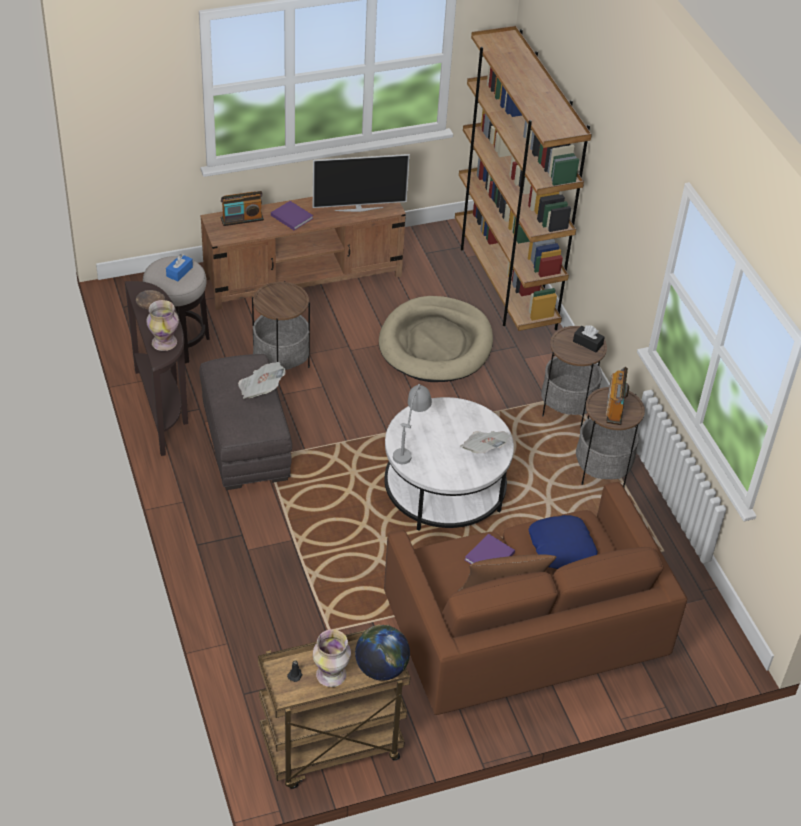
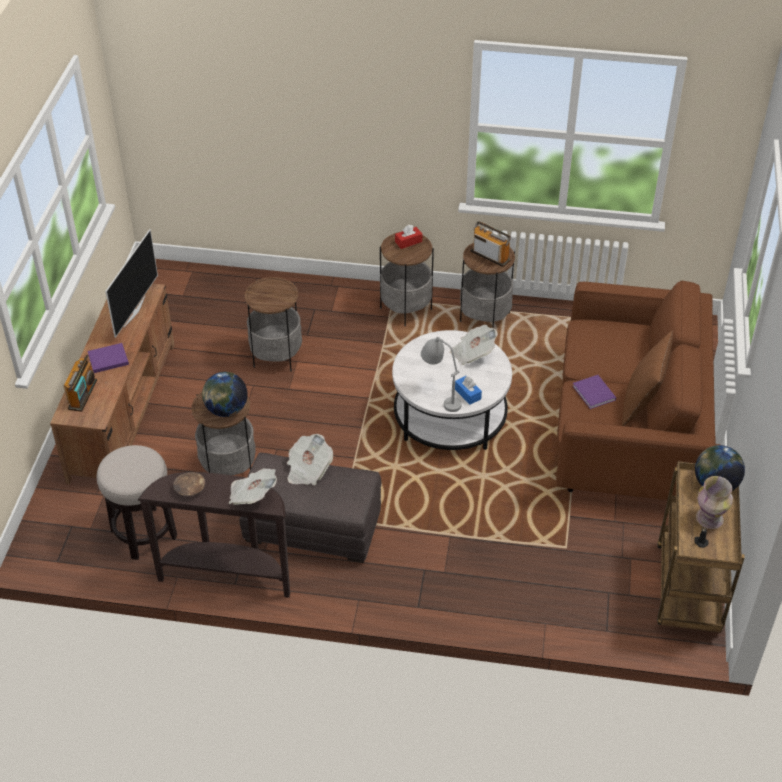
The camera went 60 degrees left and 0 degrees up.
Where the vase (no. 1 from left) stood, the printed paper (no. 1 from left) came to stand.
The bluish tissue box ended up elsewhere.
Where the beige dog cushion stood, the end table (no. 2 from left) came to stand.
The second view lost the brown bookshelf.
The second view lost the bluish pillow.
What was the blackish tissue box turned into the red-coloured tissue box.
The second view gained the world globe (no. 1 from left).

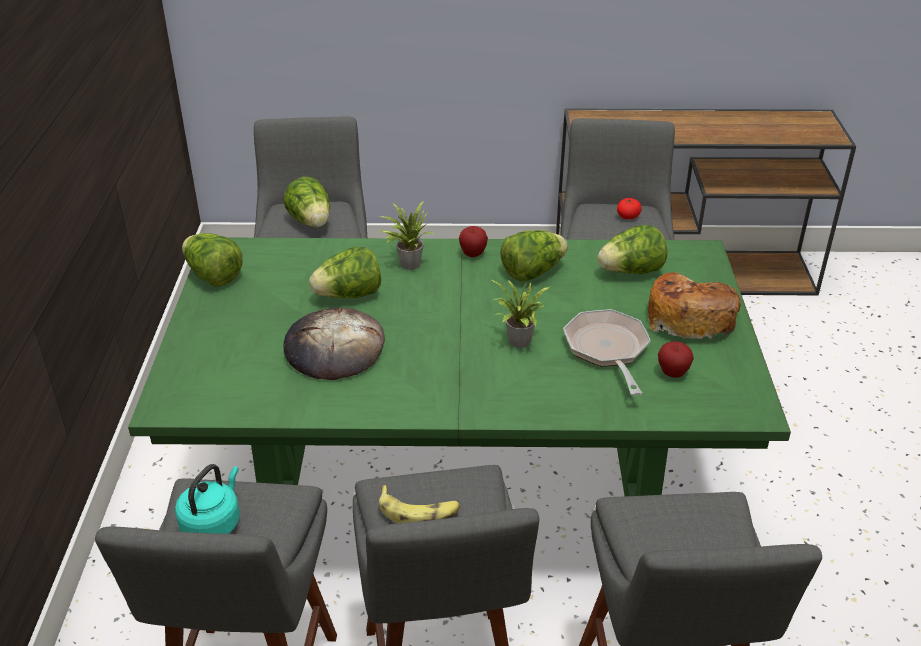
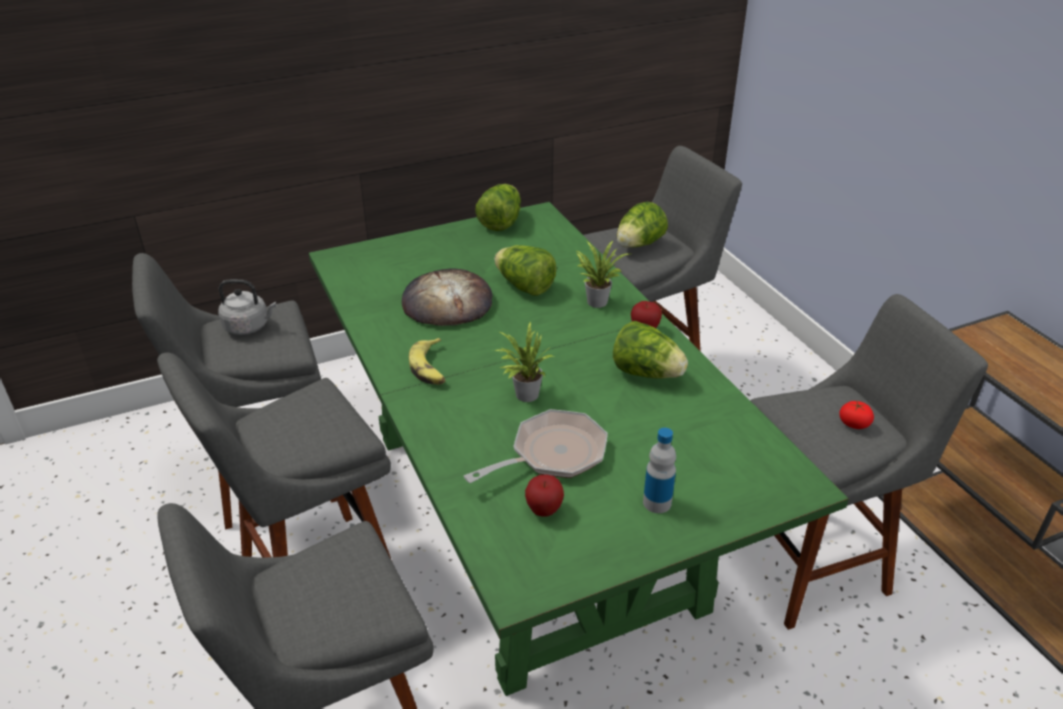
The camera went 65 degrees right and 0 degrees up.
What was the turquoise water kettle turned into the grey water kettle.
The banana fruit ended up elsewhere.
The second view lost the lettuce head (no. 5 from left).
Where the bread (no. 2 from left) stood, the bottle came to stand.

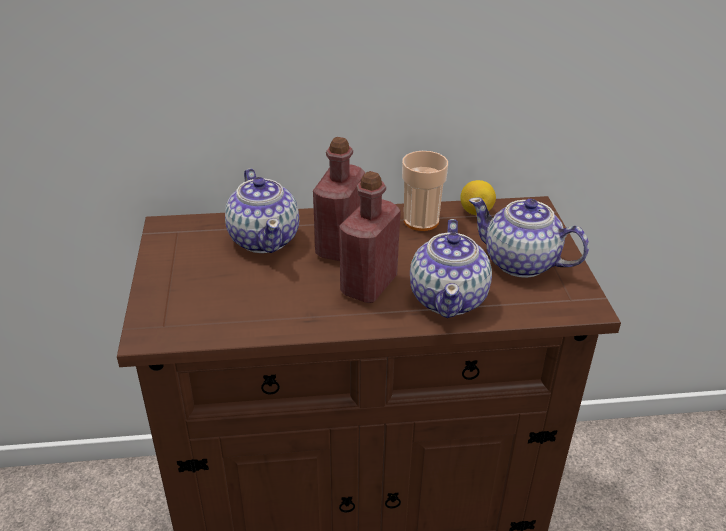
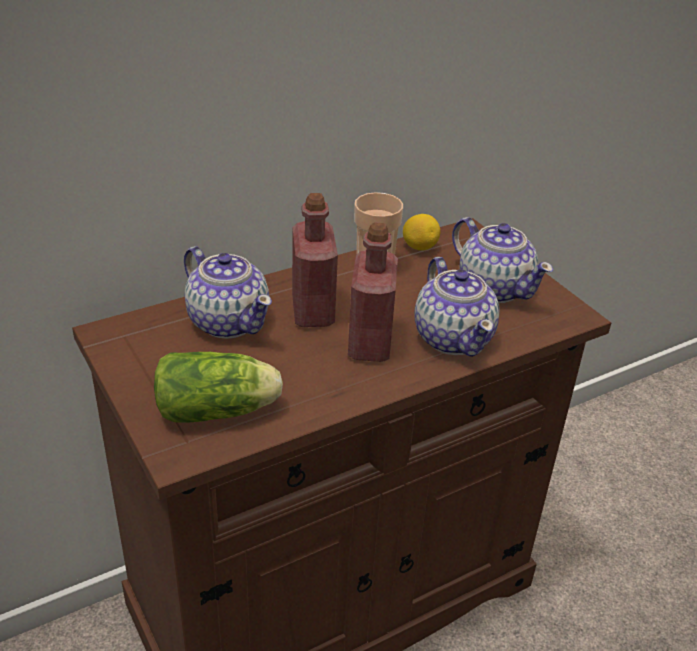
The camera went 25 degrees left and 0 degrees up.
The pot for tea (no. 3 from left) ended up facing another way, 135 degrees counterclockwise from before.
The second view gained the lettuce head.

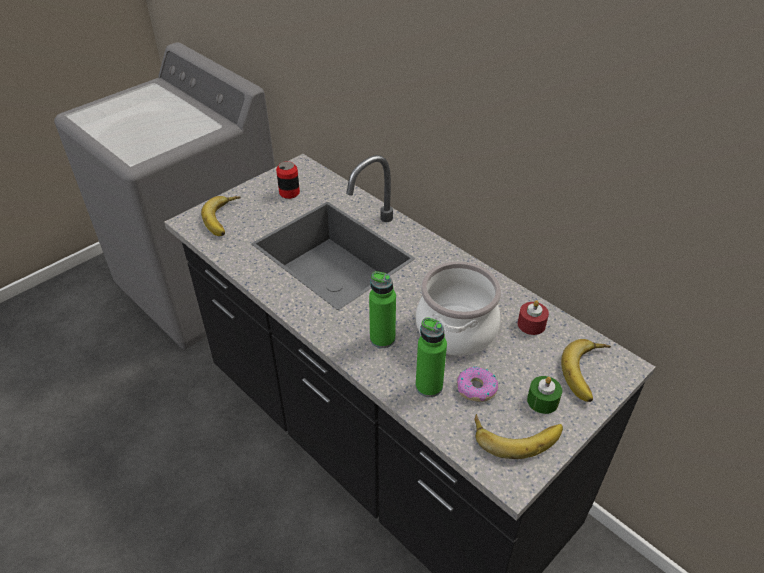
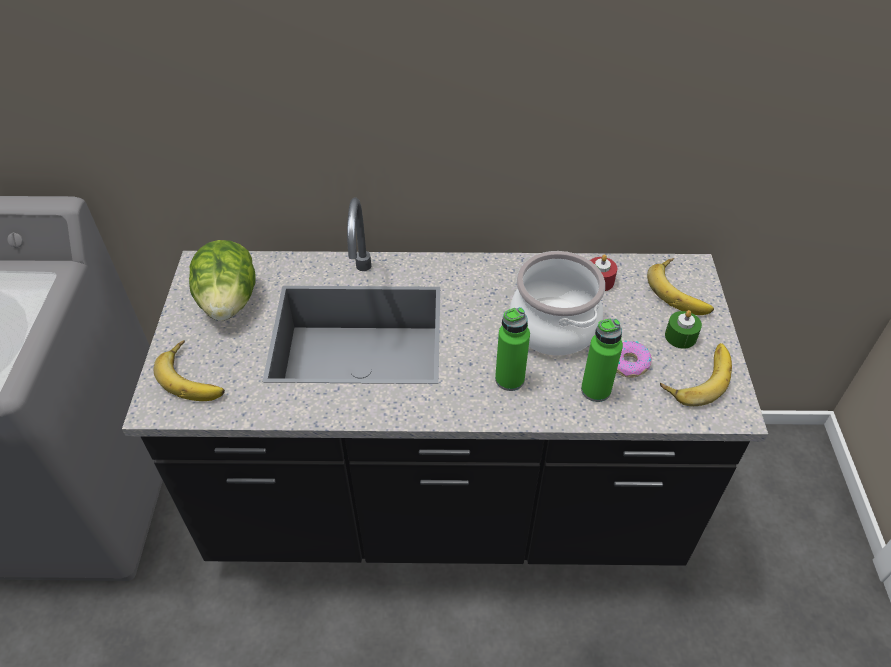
The camera went 45 degrees left and 5 degrees up.
Where the metal can stood, the lettuce head came to stand.

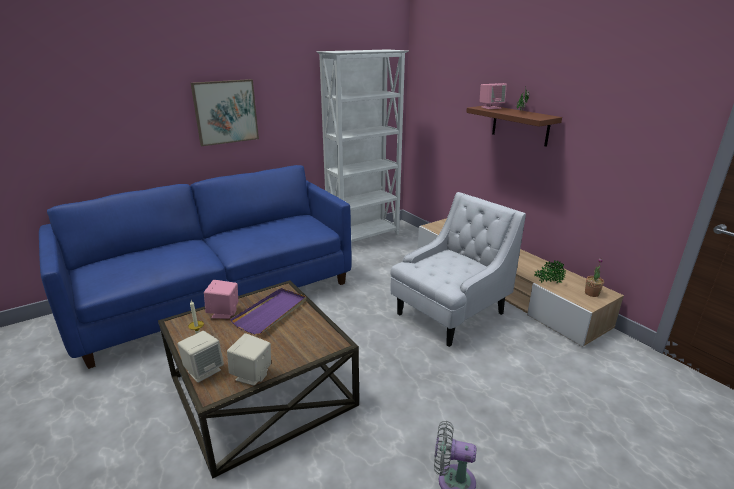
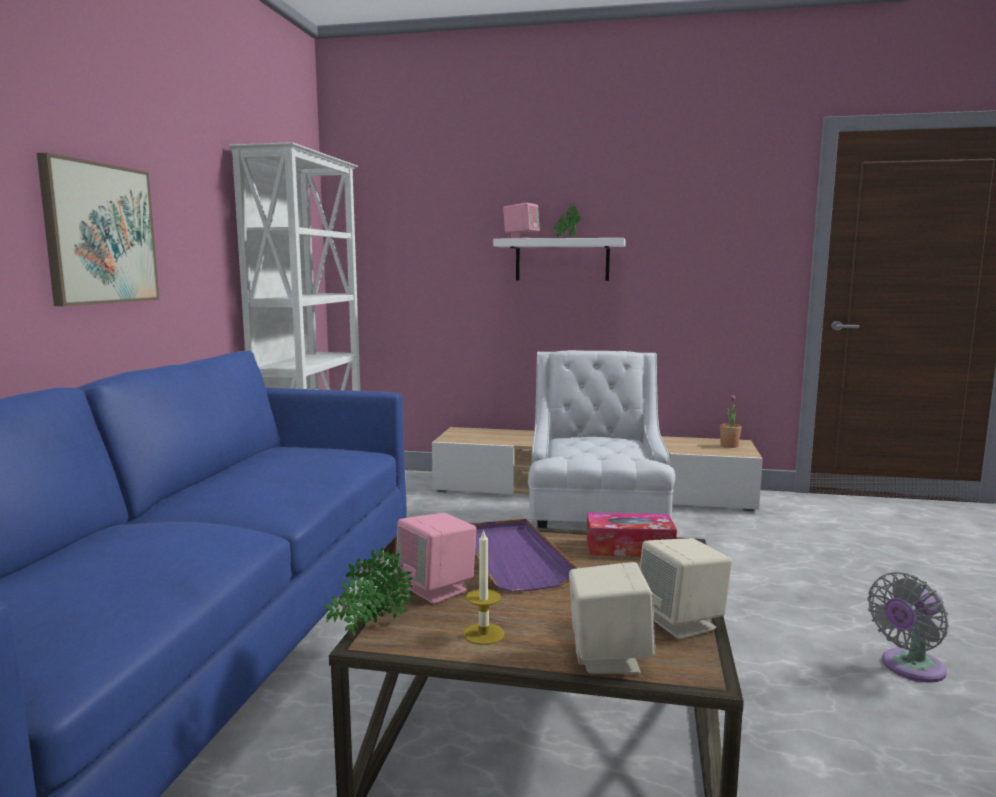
The camera went 45 degrees left and 15 degrees down.
What was the brown bracket shelf turned into the white-coloured bracket shelf.
The houseplant (no. 2 from left in the first image) ended up elsewhere.
The second view gained the tissue box.

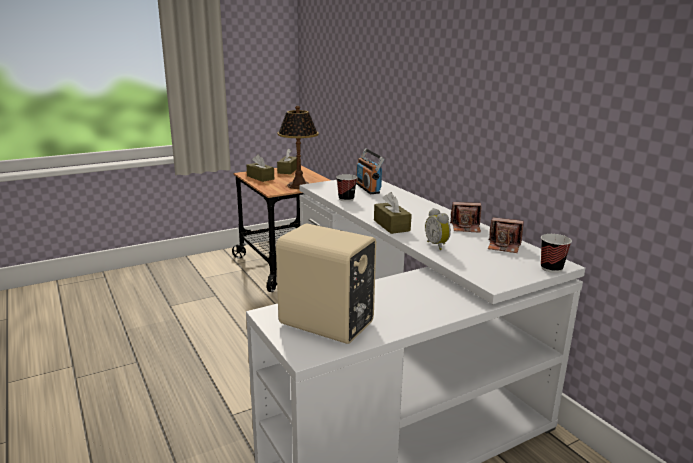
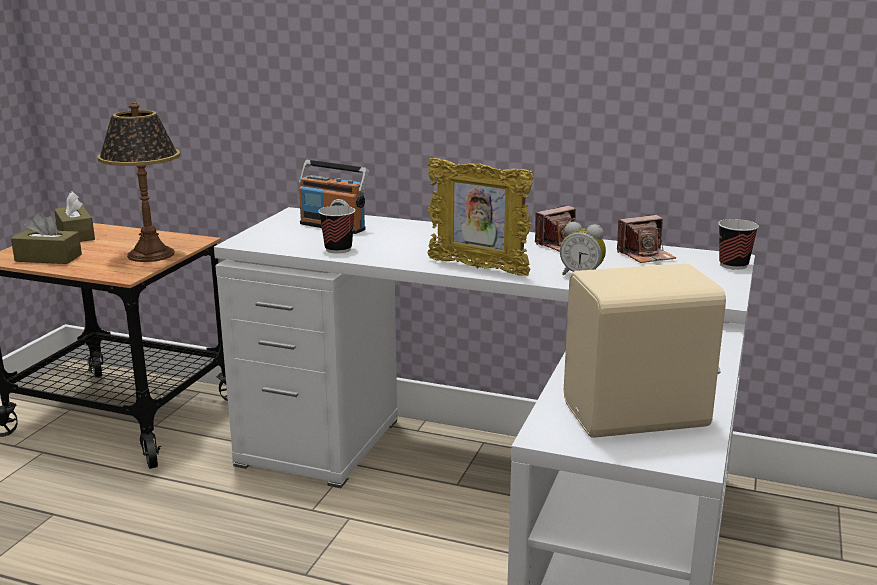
The camera went 40 degrees left and 0 degrees up.
Where the brown tissue box (no. 3 from left) stood, the picture frame came to stand.

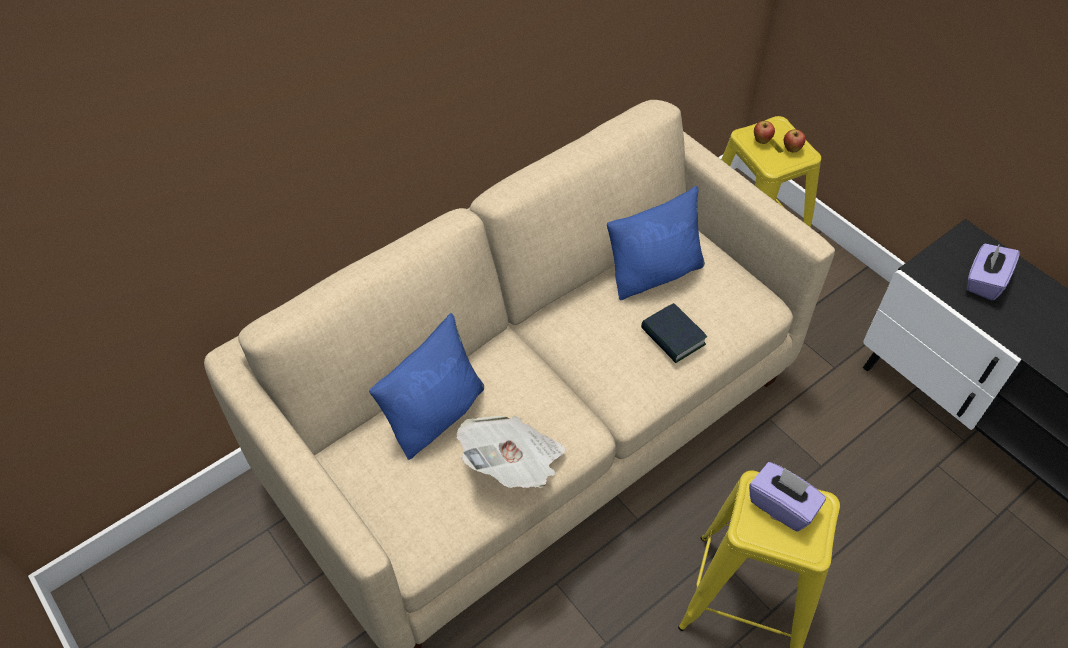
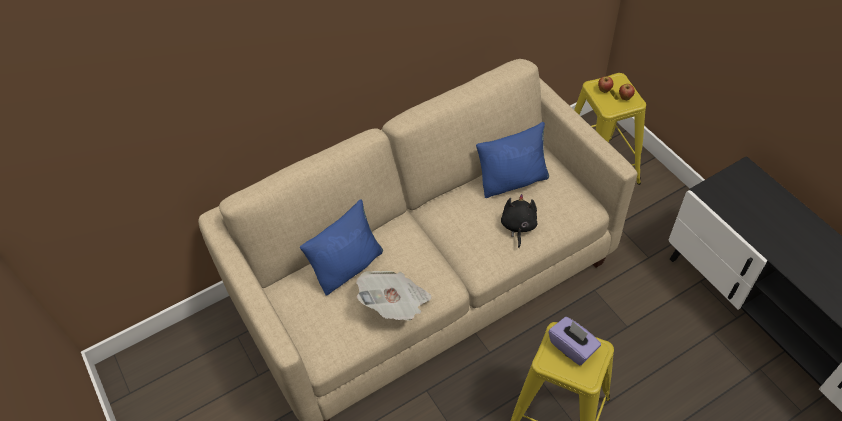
The camera went 10 degrees right and 0 degrees up.
Where the volume stood, the blackish cuddly toy came to stand.
The second view lost the purplish tissue box (no. 2 from left).

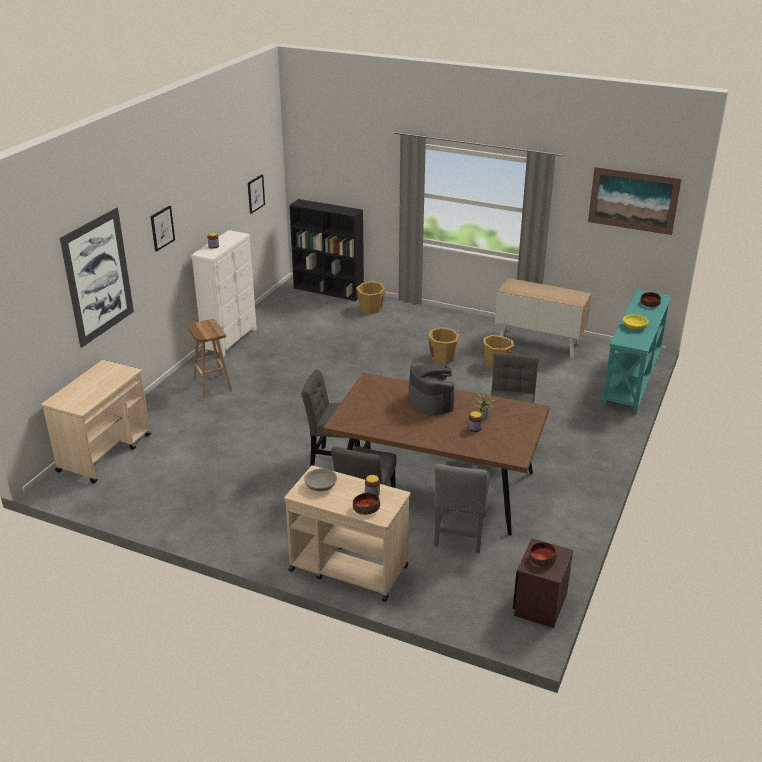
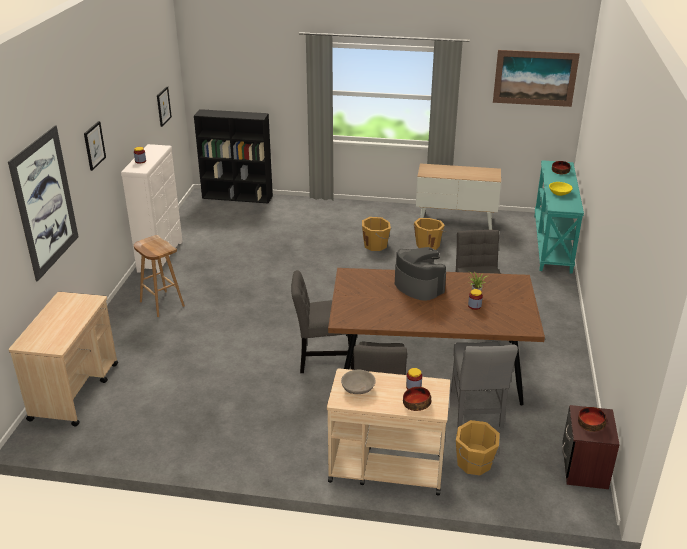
The camera went 15 degrees left and 0 degrees up.
The orangey bucket (no. 1 from left in the first image) ended up elsewhere.

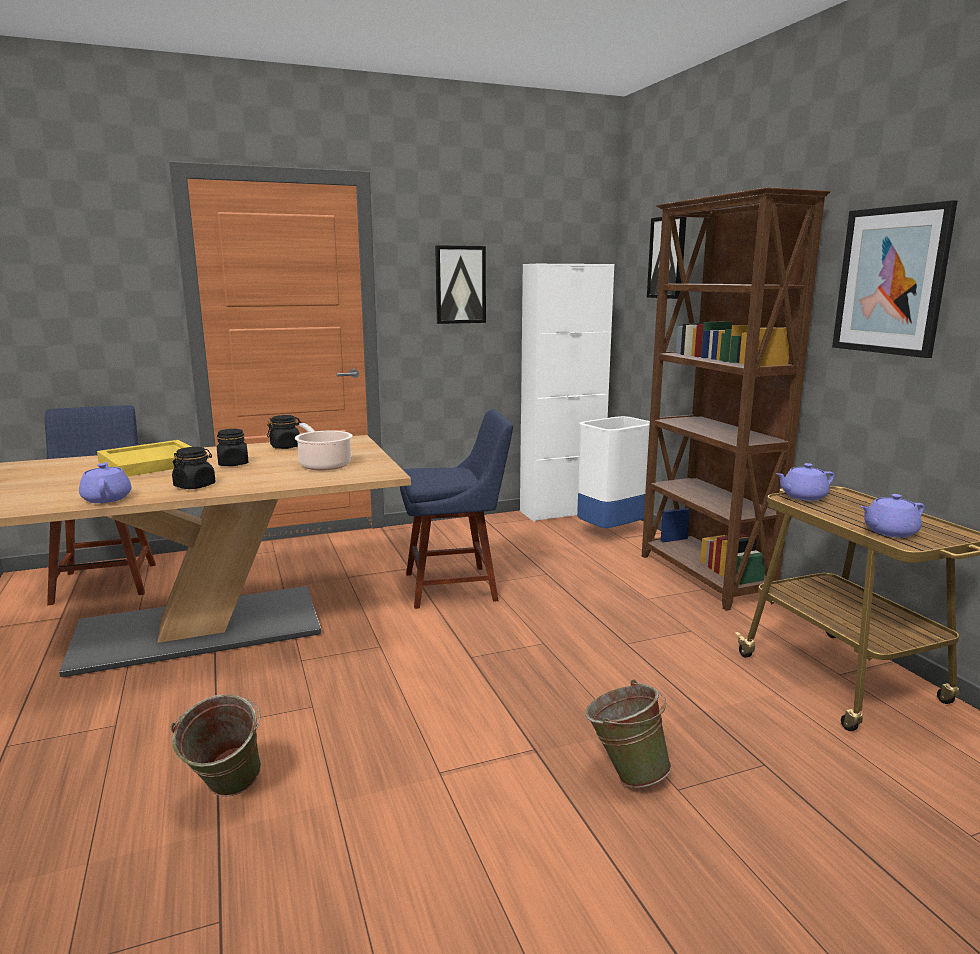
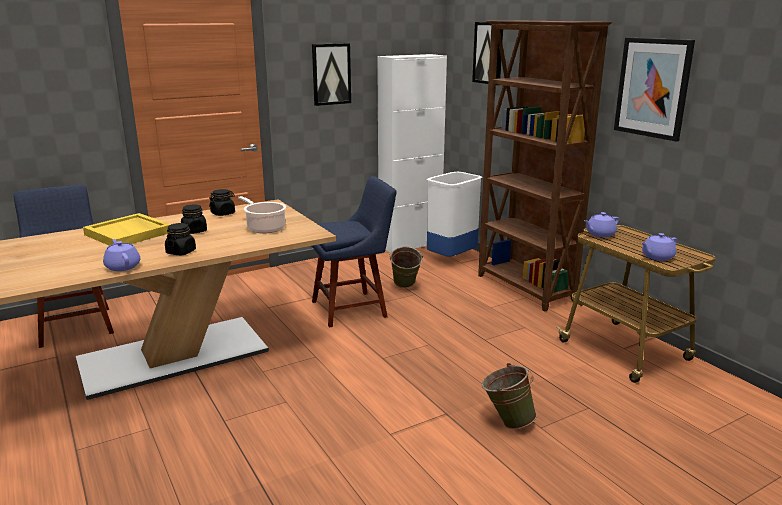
The camera went 10 degrees left and 5 degrees up.
The greenish bucket (no. 1 from left) ended up elsewhere.

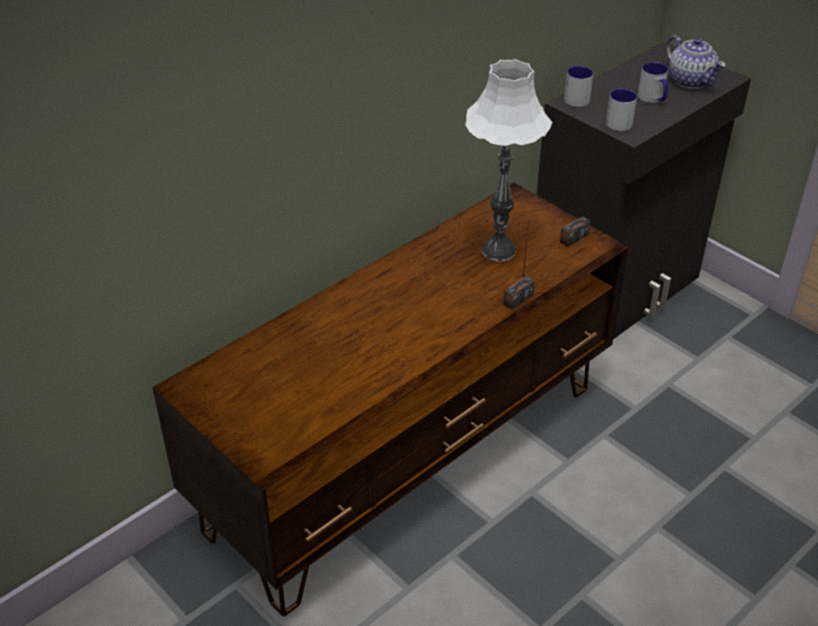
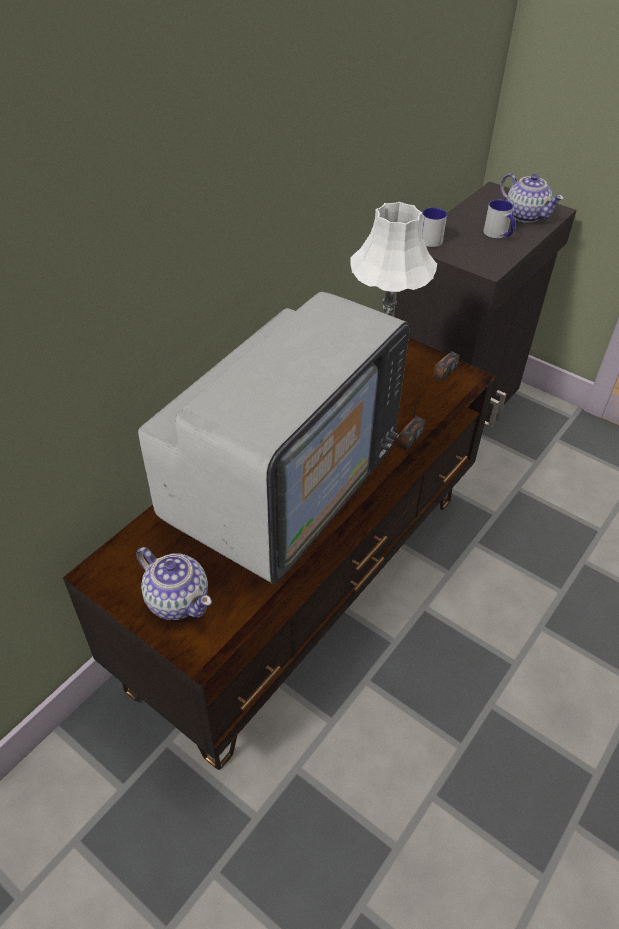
The camera went 10 degrees left and 5 degrees up.
The second view lost the coffee mug (no. 2 from left).
The second view gained the pot for tea (no. 1 from left).
The second view gained the television.

